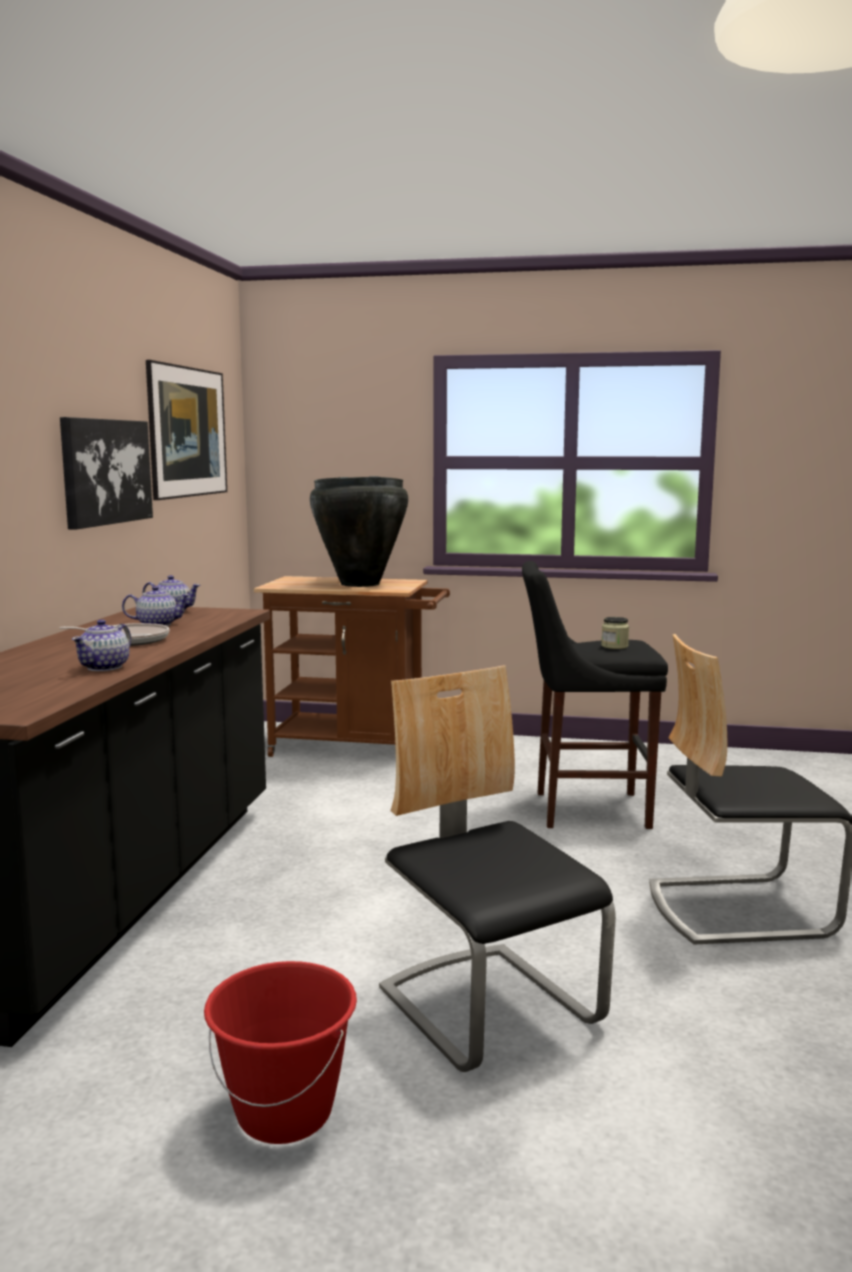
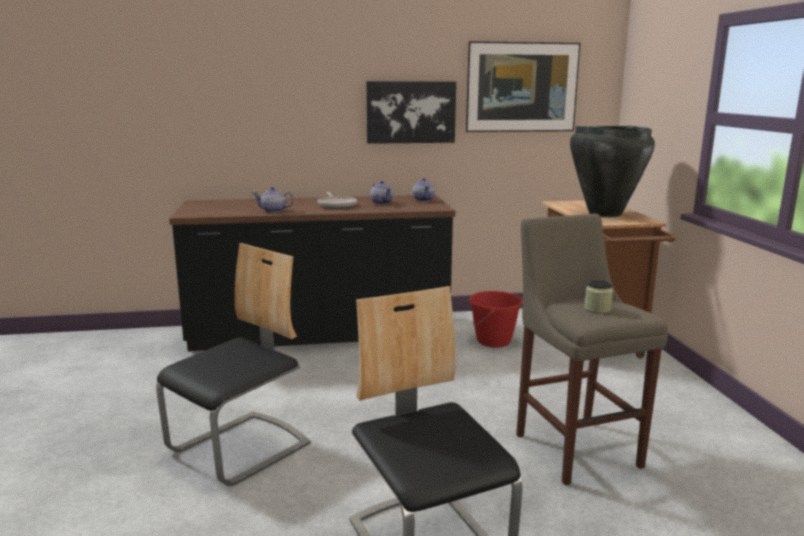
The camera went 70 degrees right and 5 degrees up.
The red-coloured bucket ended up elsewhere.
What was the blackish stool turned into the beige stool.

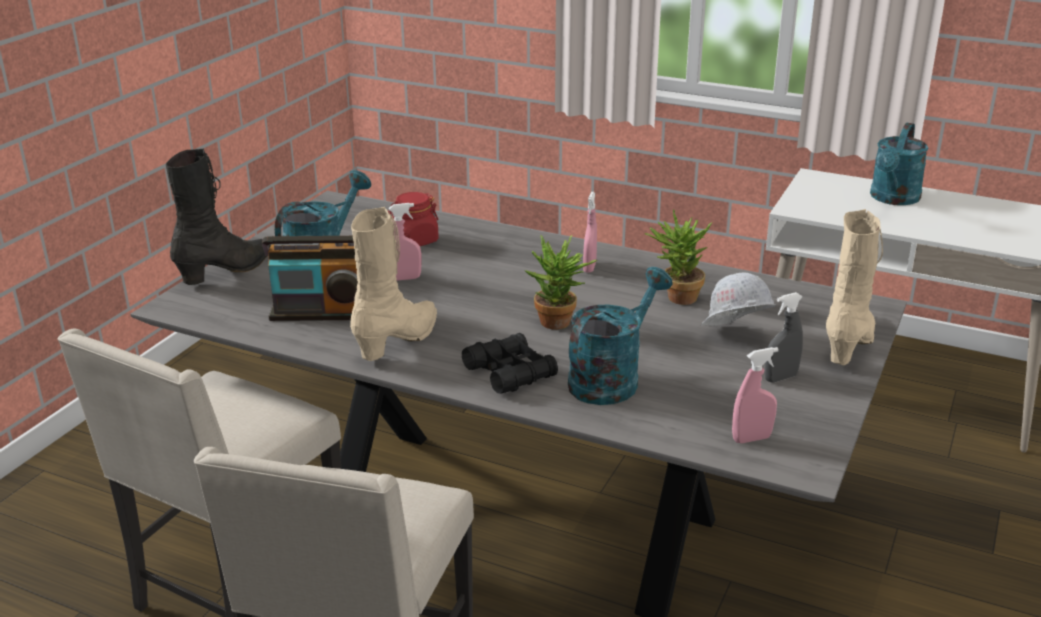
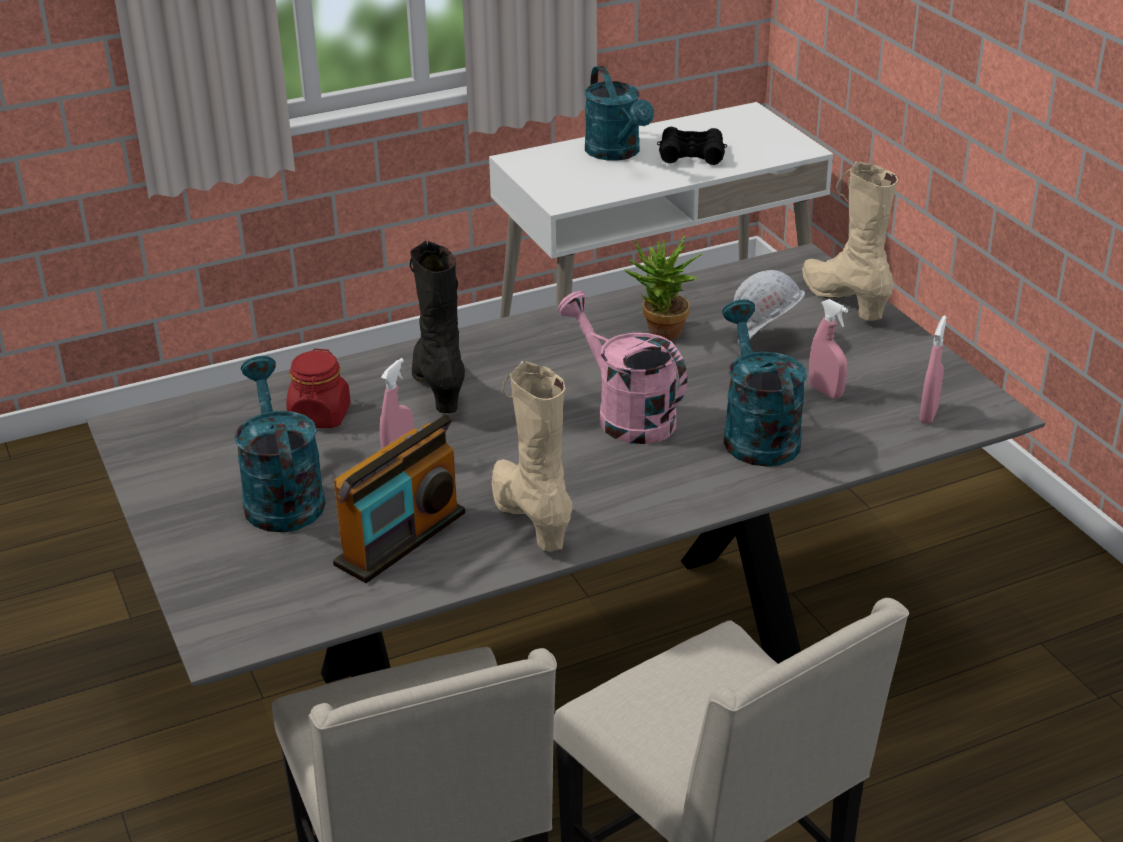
The camera went 50 degrees left and 5 degrees up.
The blackish tall boot ended up elsewhere.
The blackish field glasses ended up elsewhere.
Where the houseplant (no. 1 from left) stood, the pink-coloured watering pot came to stand.
The pink-coloured spray bottle (no. 2 from left) ended up elsewhere.
The second view lost the grey spray bottle.

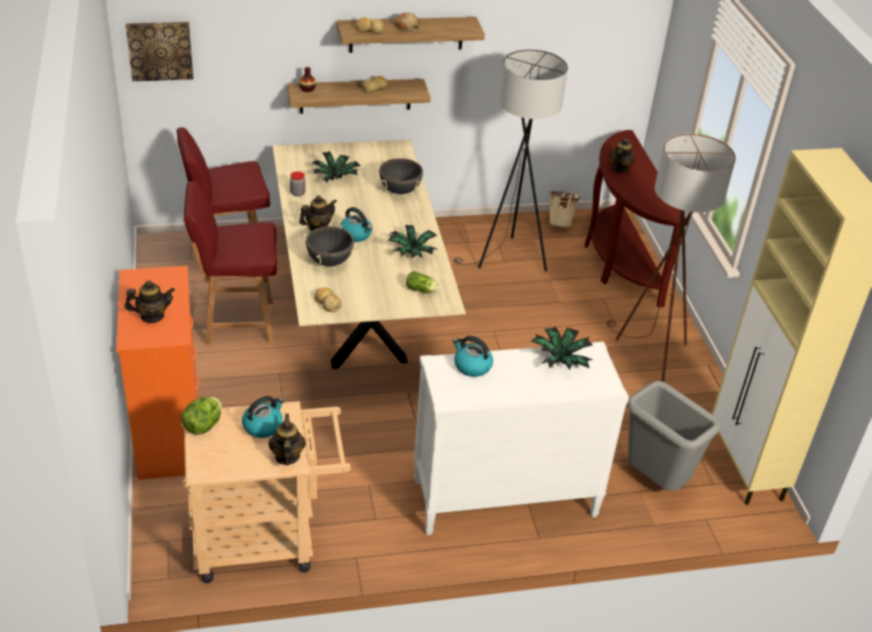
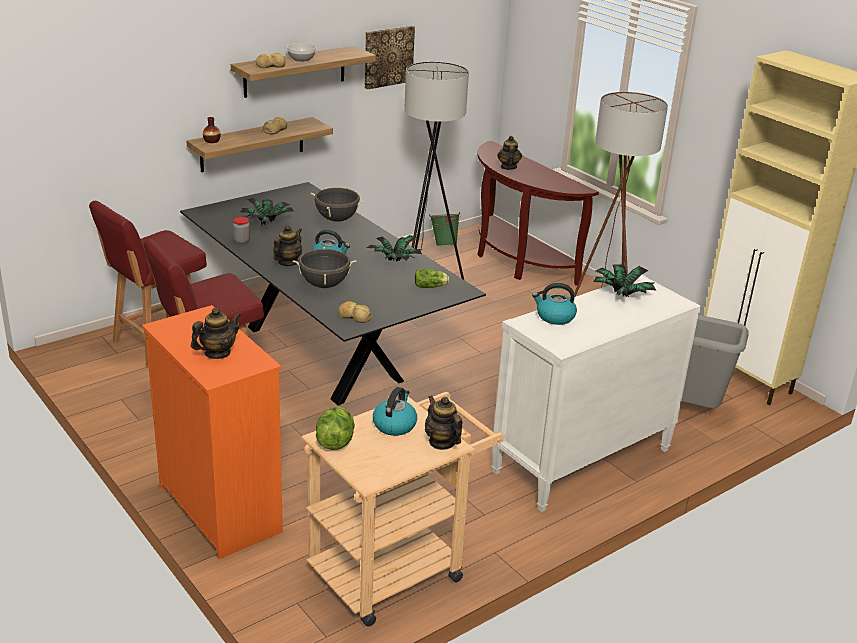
The camera went 25 degrees left and 10 degrees down.
The wall picture ended up elsewhere.
What was the beige kitchen table turned into the blackish kitchen table.
Where the bread (no. 4 from left) stood, the deep dish came to stand.
What was the beige bucket turned into the greenish bucket.

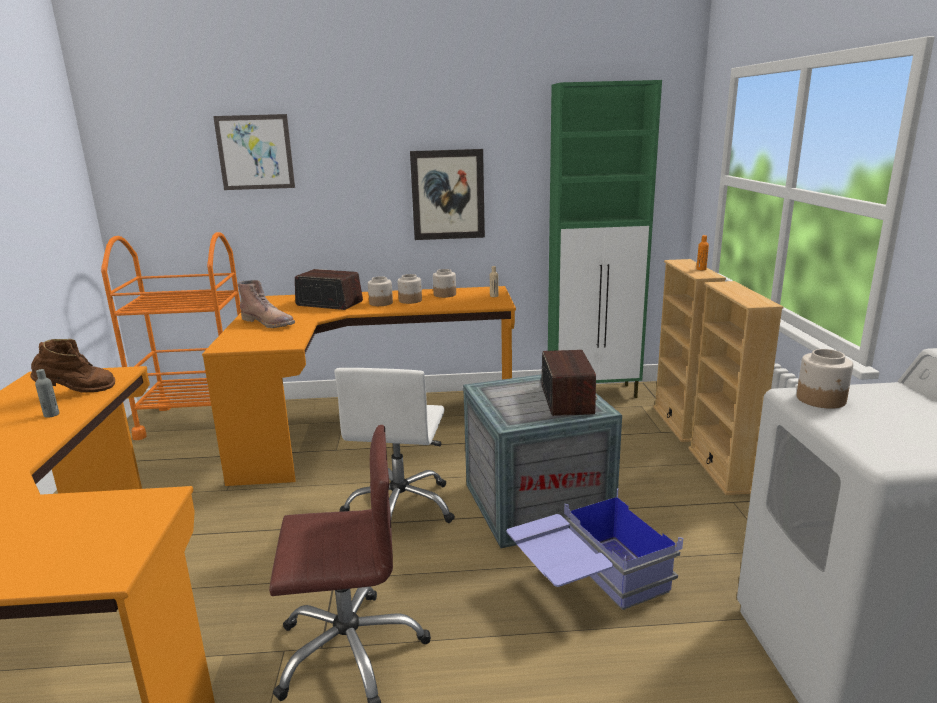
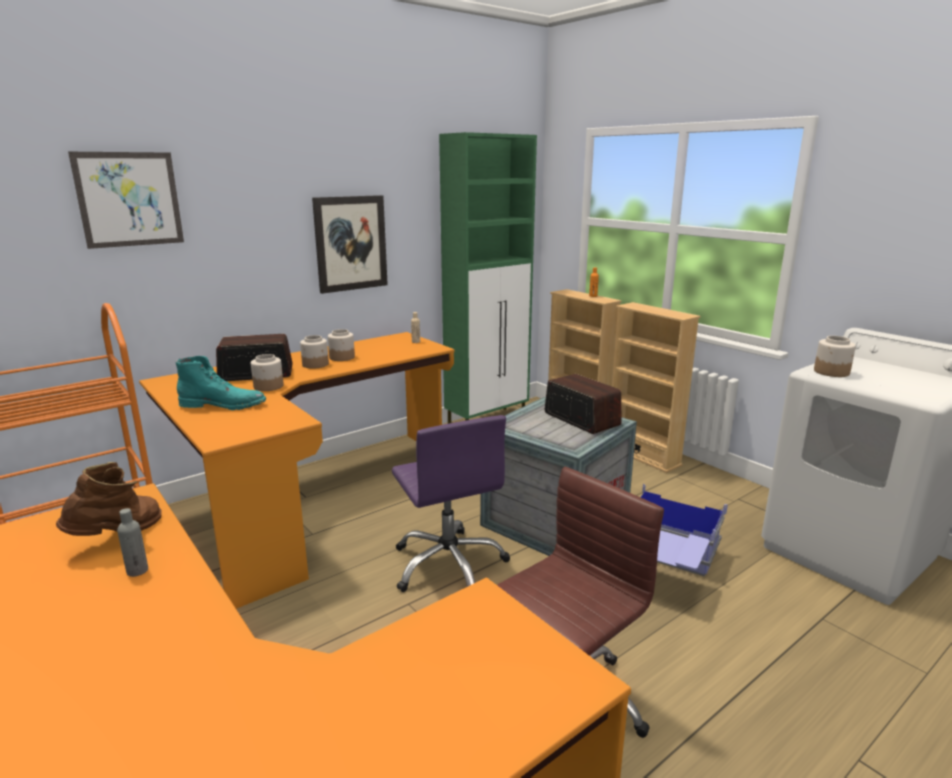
The camera went 35 degrees left and 0 degrees up.
What was the brown tall boot (no. 2 from left) turned into the turquoise tall boot.
What was the white-coloured computer chair turned into the purplish computer chair.
The storage jar (no. 3 from left in the first image) ended up elsewhere.

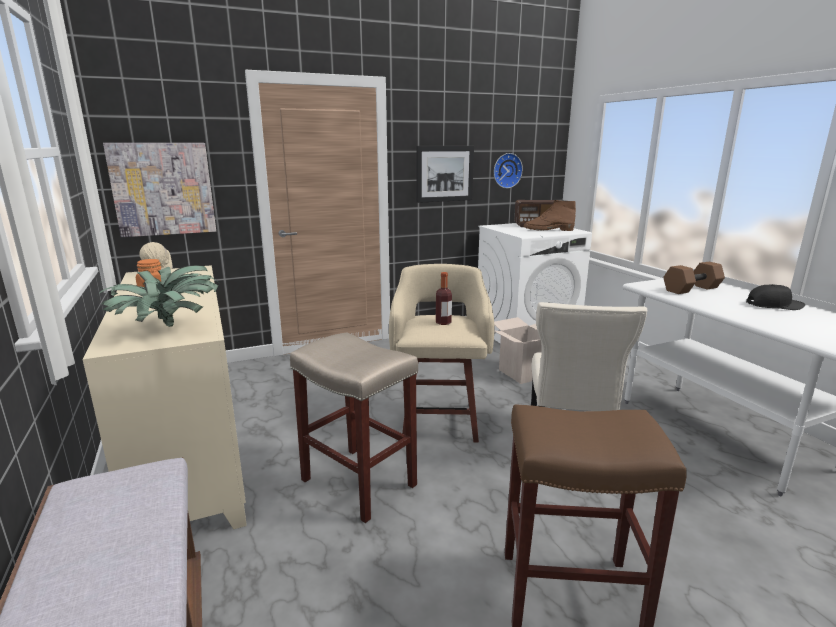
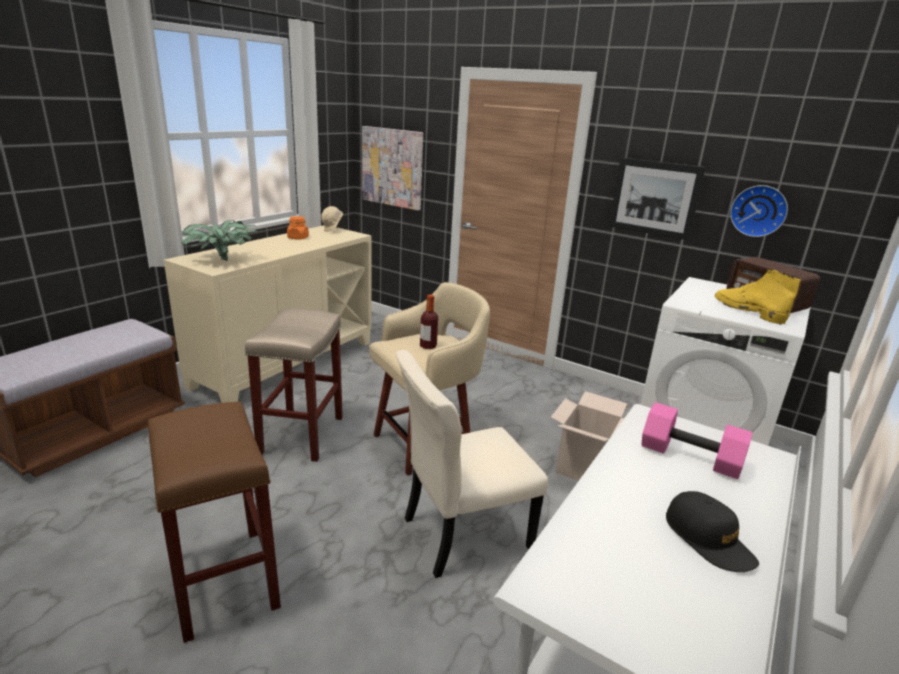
The camera went 55 degrees right and 5 degrees up.
What was the brown tall boot turned into the yellow-coloured tall boot.
What was the brown hand weight turned into the pink-coloured hand weight.

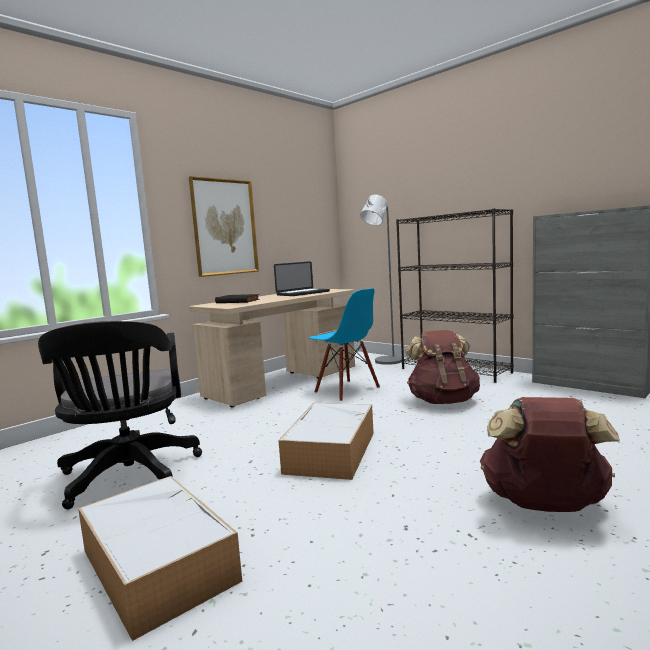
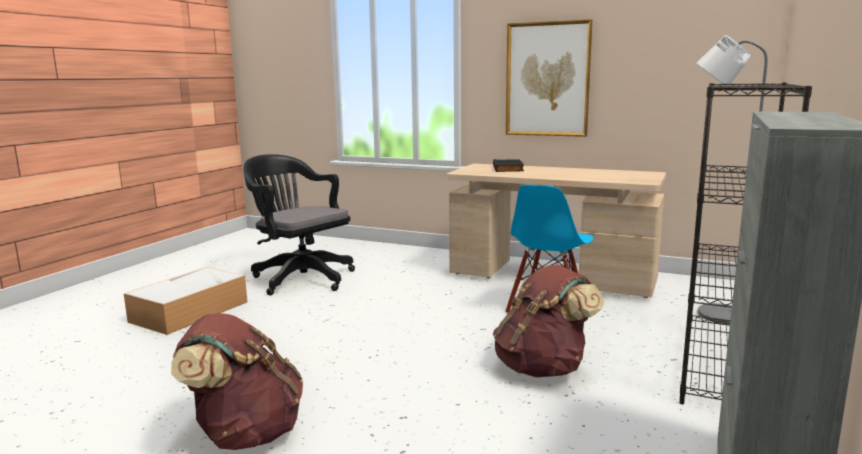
The camera went 70 degrees right and 5 degrees up.
The blackish computer chair ended up facing another way, 75 degrees clockwise from before.
The second view lost the laptop.
The second view lost the storage bin (no. 2 from left).

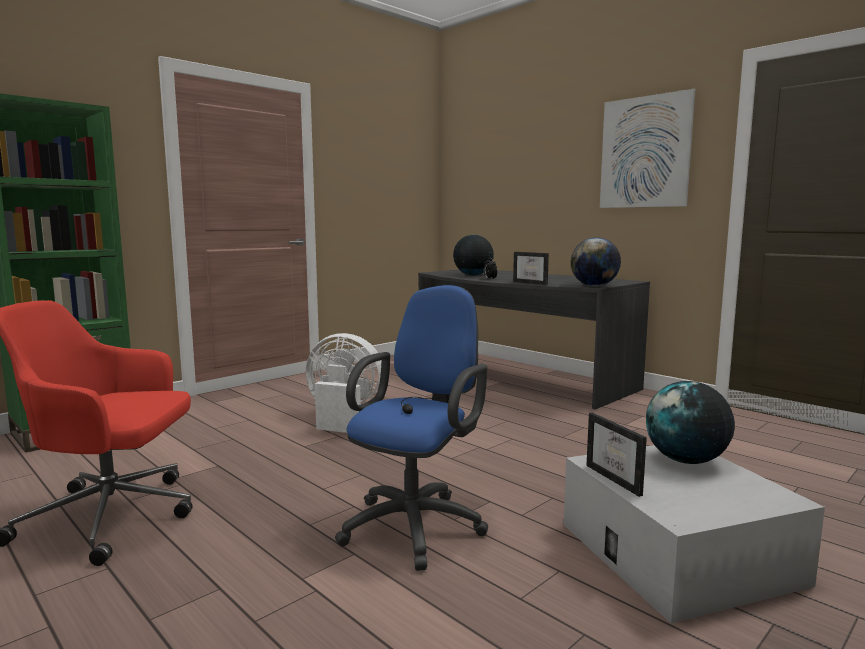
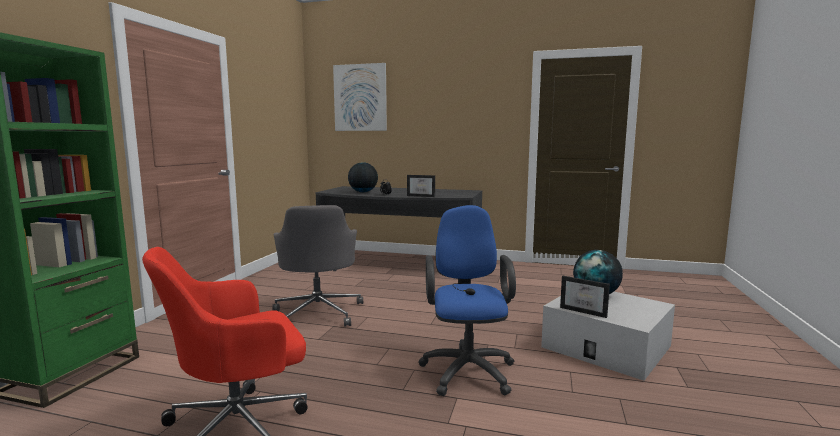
The camera went 30 degrees left and 0 degrees up.
Where the white-coloured cooling fan stood, the grey computer chair came to stand.
The second view lost the world globe (no. 2 from left).
The wall picture ended up elsewhere.

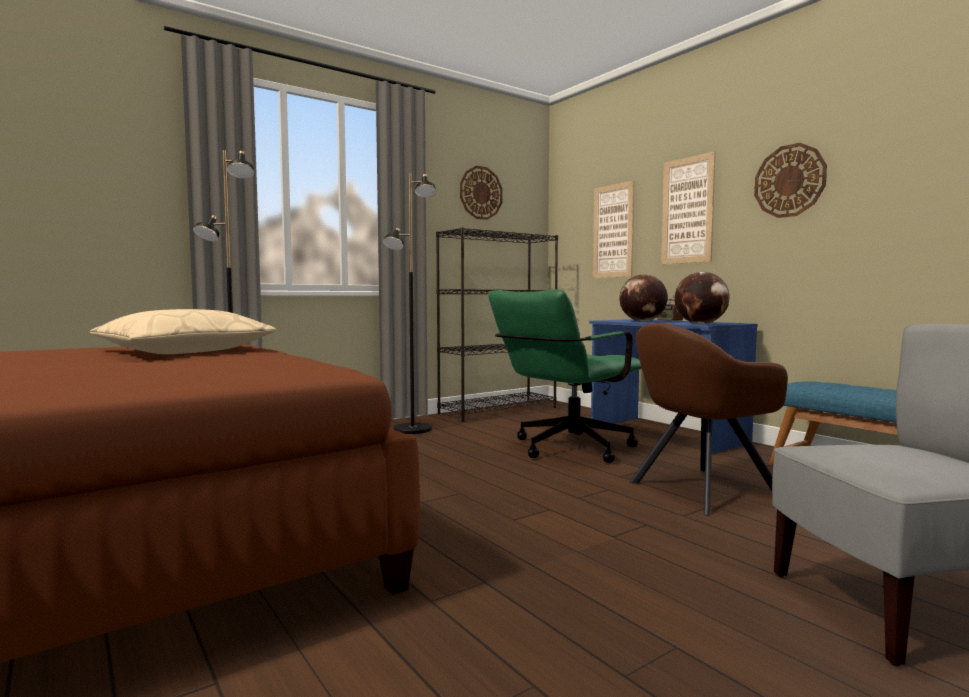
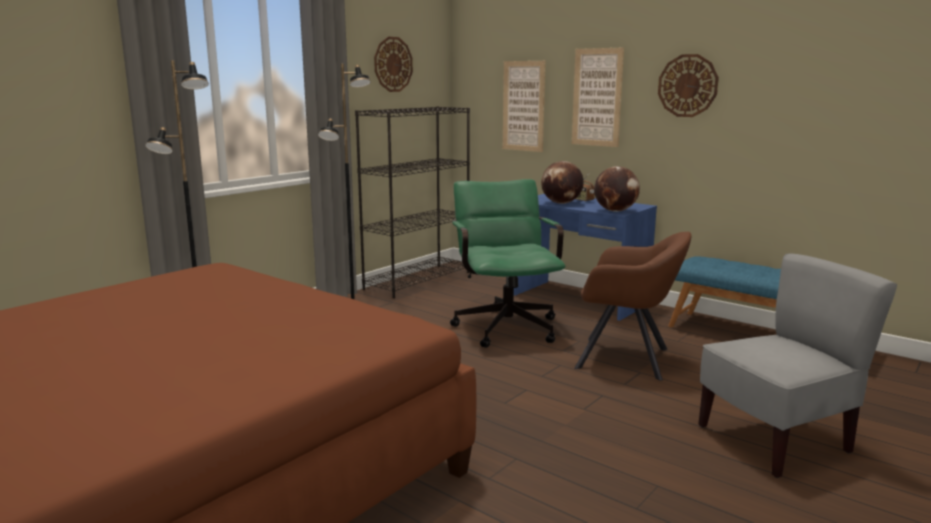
The camera went 15 degrees left and 10 degrees up.
The second view lost the beige pillow.
The greenish computer chair ended up facing another way, 135 degrees clockwise from before.
The brown armchair ended up facing another way, 120 degrees counterclockwise from before.

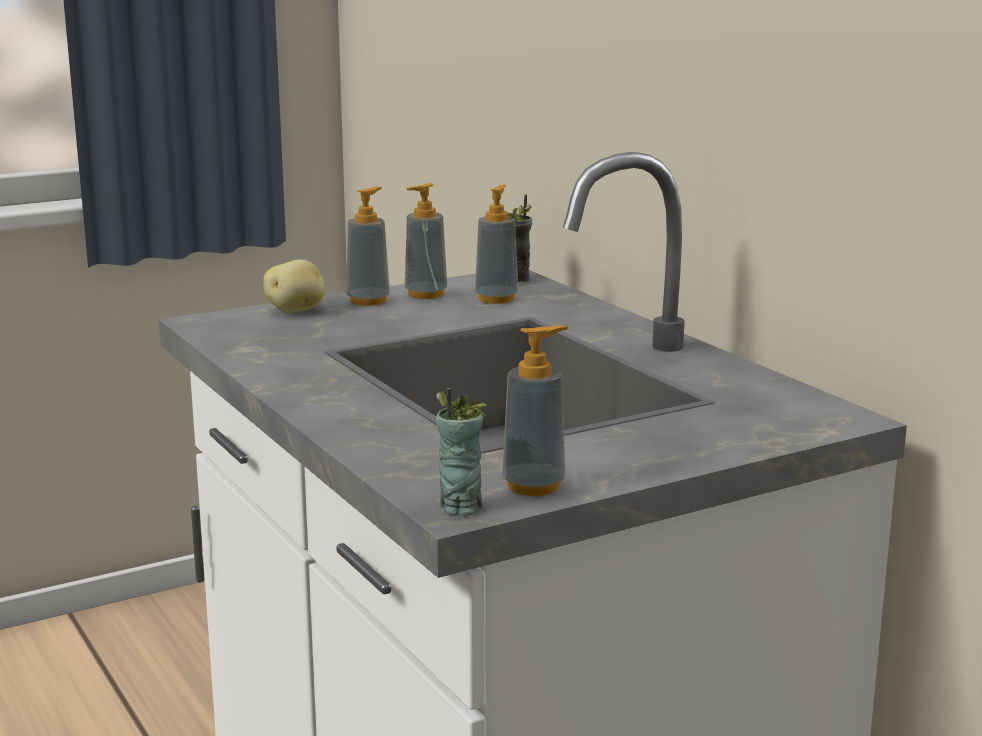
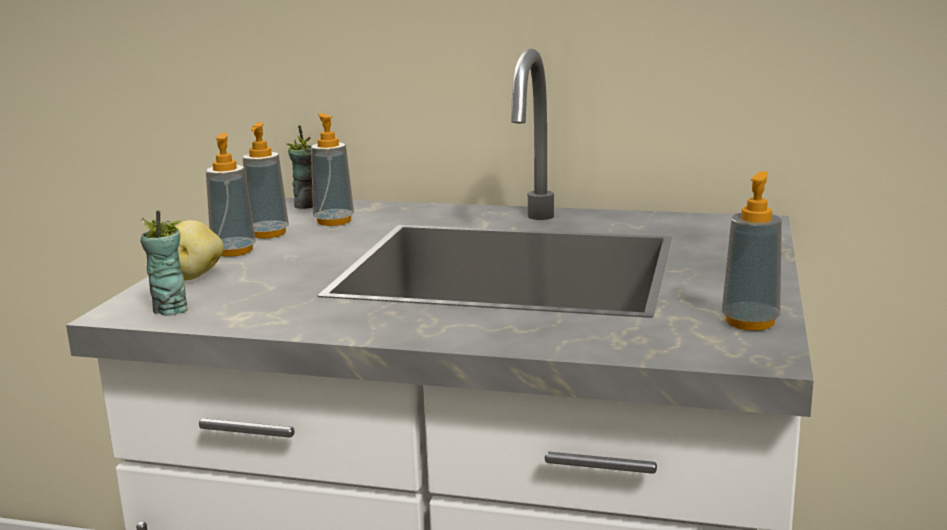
The camera went 45 degrees left and 0 degrees up.
The drinking cup (no. 1 from left) ended up elsewhere.

